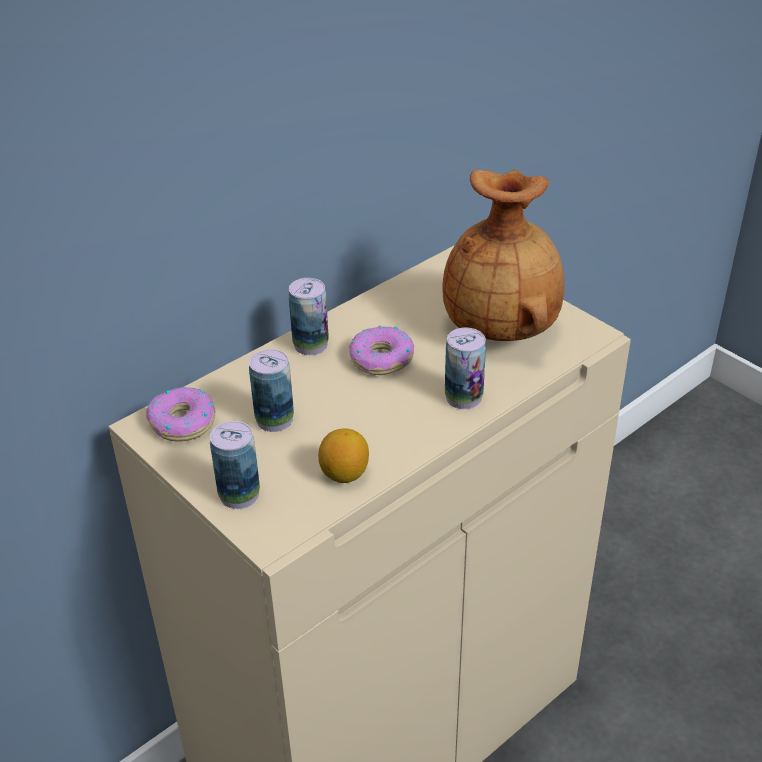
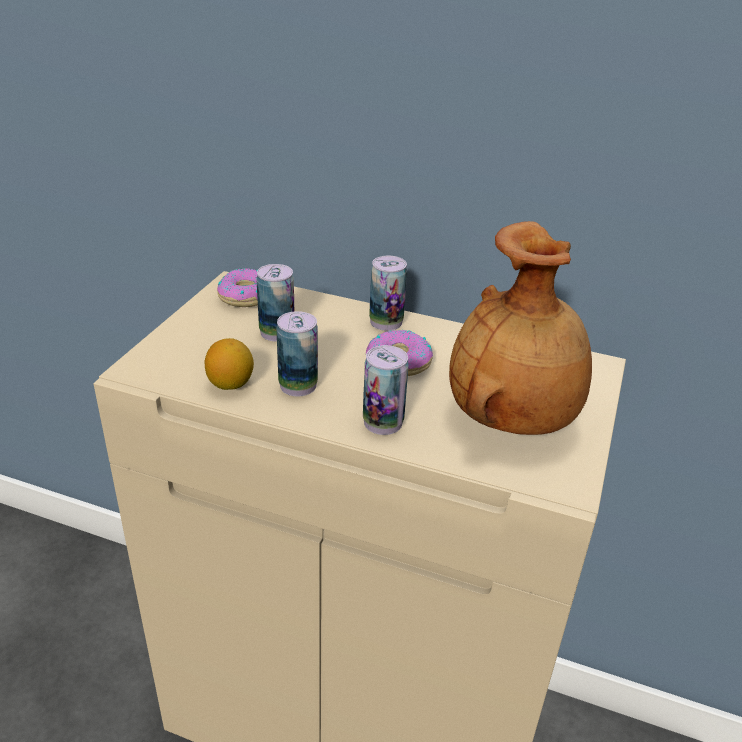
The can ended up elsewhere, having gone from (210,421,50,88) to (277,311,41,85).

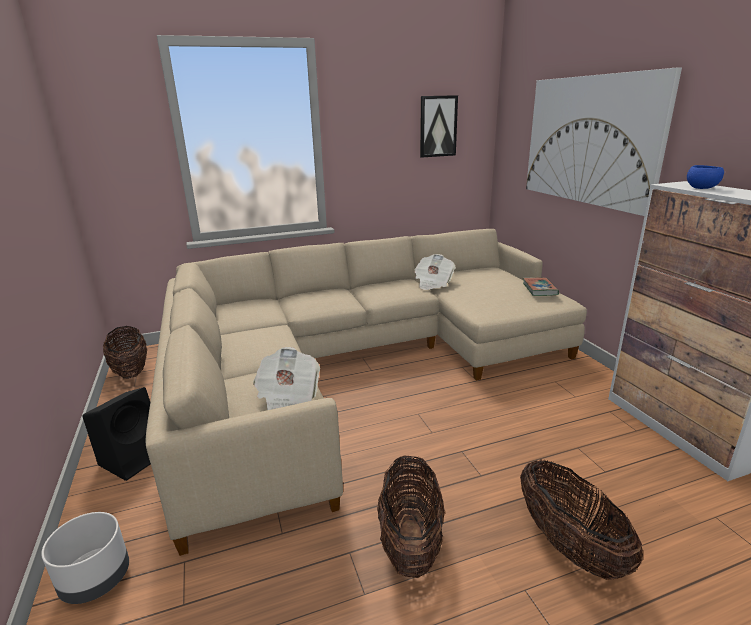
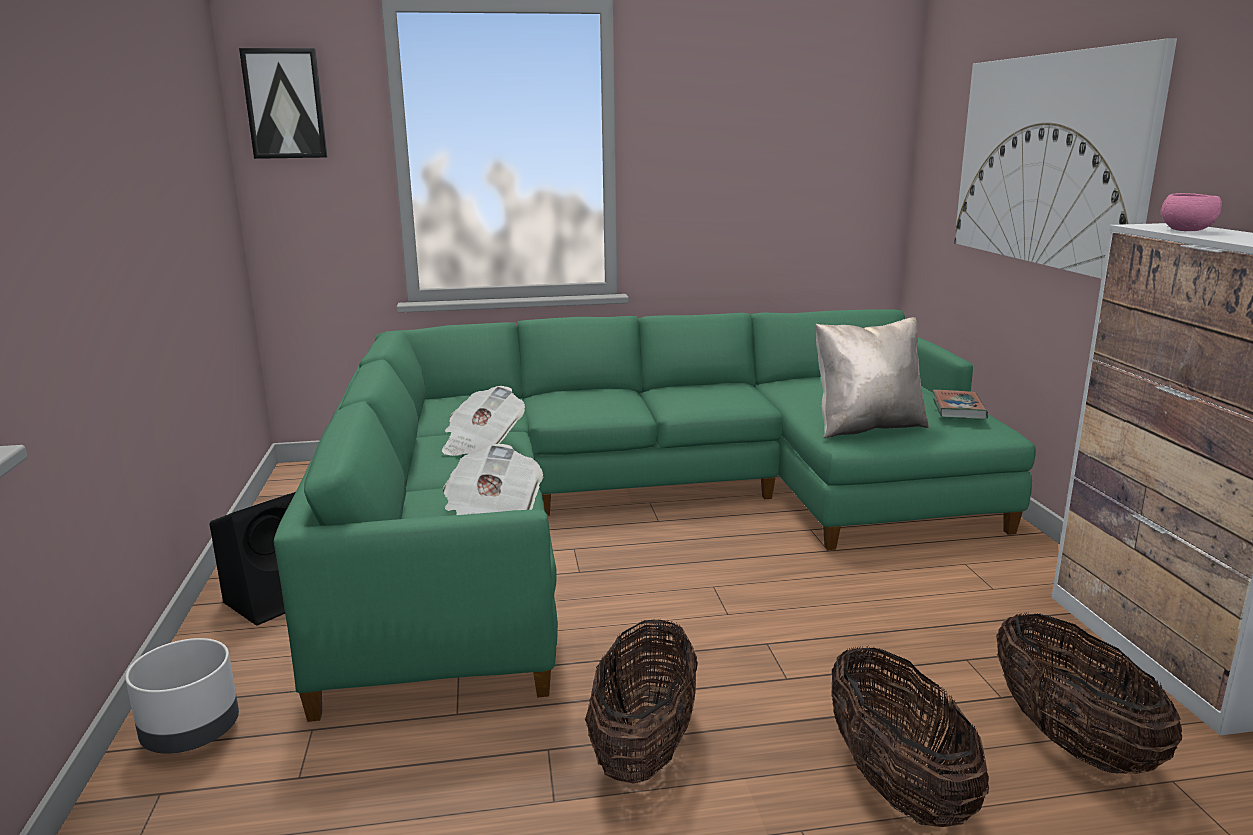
The picture ended up elsewhere, having gone from (420,95,38,63) to (239,48,88,111). What was the beige sofa at (146,229,441,327) turned into the green sofa at (274,309,762,413). The newspaper ended up elsewhere, having gone from (414,254,42,36) to (442,386,83,70). The second view gained the beige pillow at (816,317,113,121). The basket ended up elsewhere, having gone from (103,326,44,53) to (996,613,186,161). What was the blue bowl at (687,165,37,24) turned into the pink bowl at (1161,193,61,38).

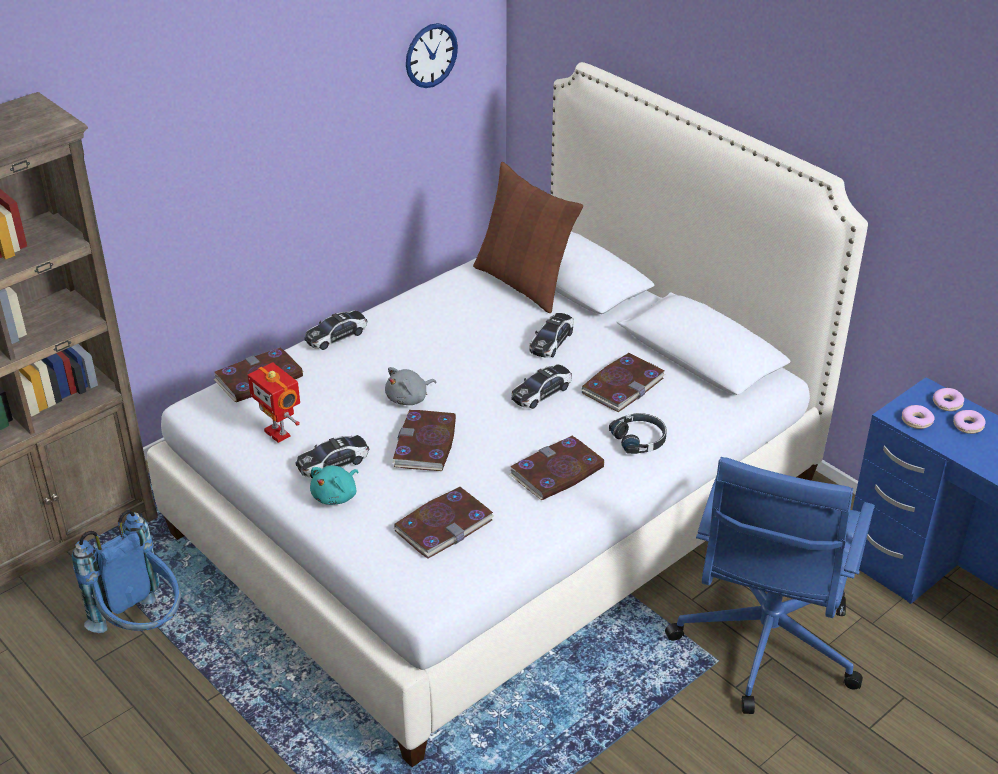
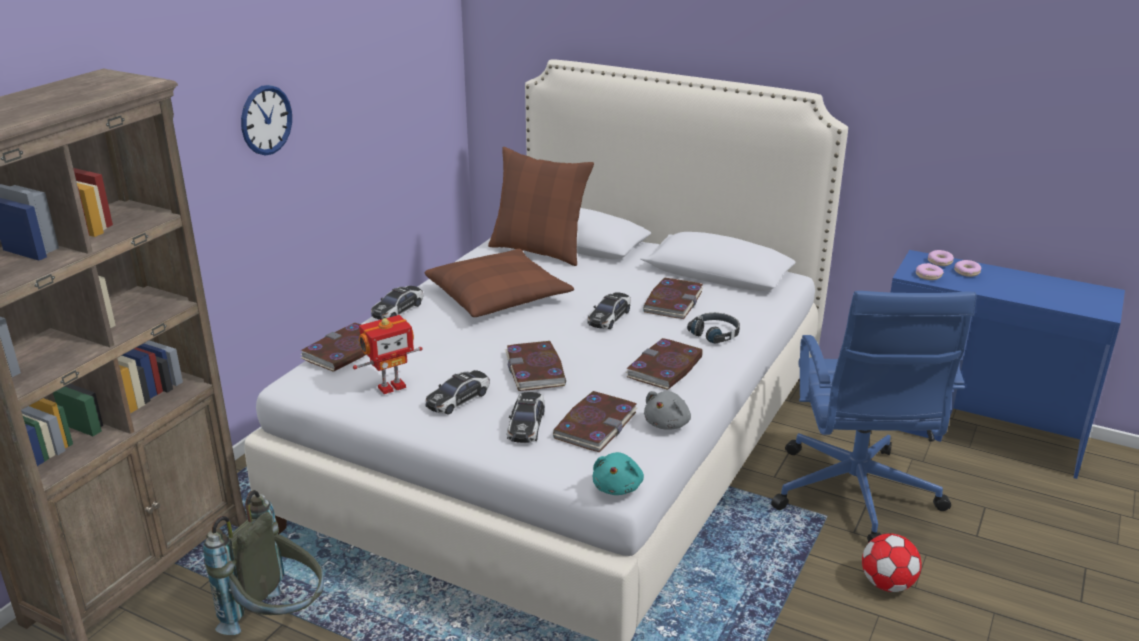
What was the blue backpack at (72,510,109,123) turned into the grey backpack at (203,490,121,145). The wall clock ended up elsewhere, having gone from (406,23,52,65) to (241,85,51,71). The toy robot at (248,362,52,81) ended up facing another way, 60 degrees counterclockwise from before. The second view gained the brown pillow at (424,249,150,68). The toy car ended up elsewhere, having gone from (529,313,45,45) to (507,392,38,51). The turquoise plush toy ended up elsewhere, having gone from (310,465,48,40) to (593,452,51,43). The grey plush toy ended up elsewhere, having gone from (385,367,51,38) to (644,391,47,39). The second view gained the football at (862,533,60,59).

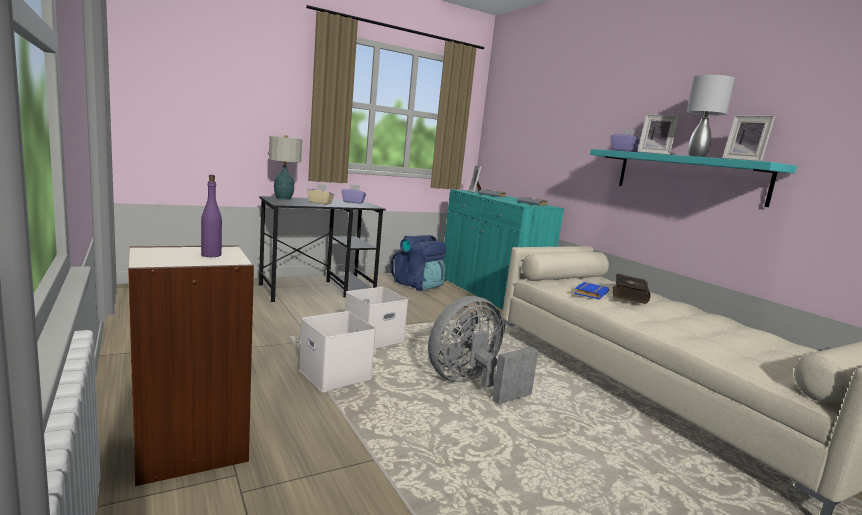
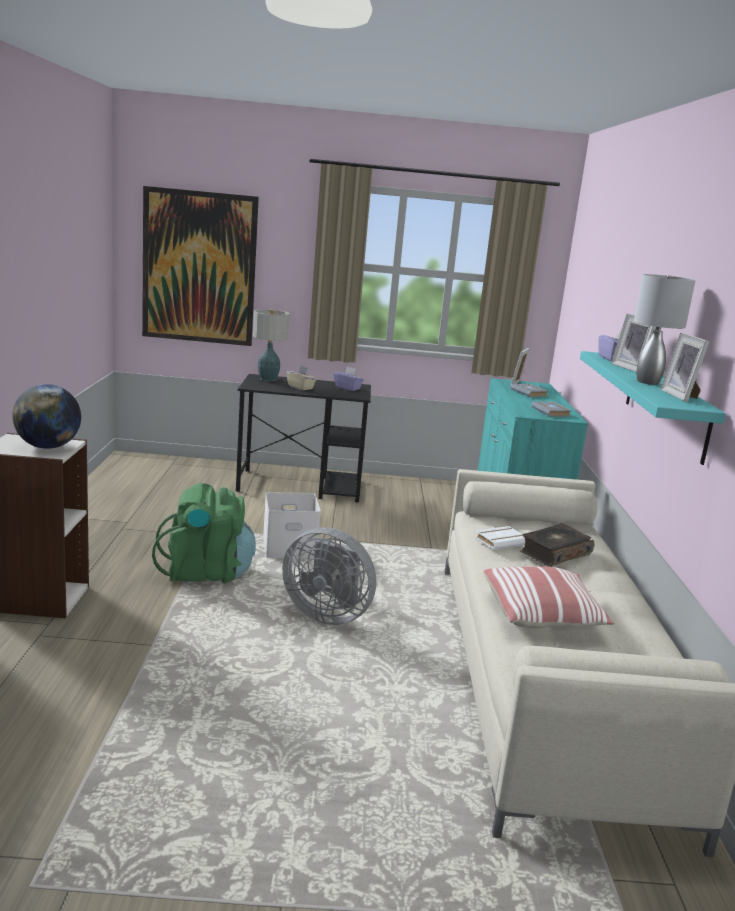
Where the purple bottle stood at (201,175,21,82), the globe came to stand at (12,384,69,65). The second view gained the picture at (142,186,117,160). Where the white storage box stood at (299,311,77,82), the green backpack came to stand at (152,483,104,100). The grey fan at (428,296,111,108) ended up facing another way, 150 degrees counterclockwise from before. What was the blue book at (574,282,35,17) turned into the white book at (475,526,50,24). The second view gained the pillow at (483,567,132,61). The second view lost the blue backpack at (390,235,56,56).

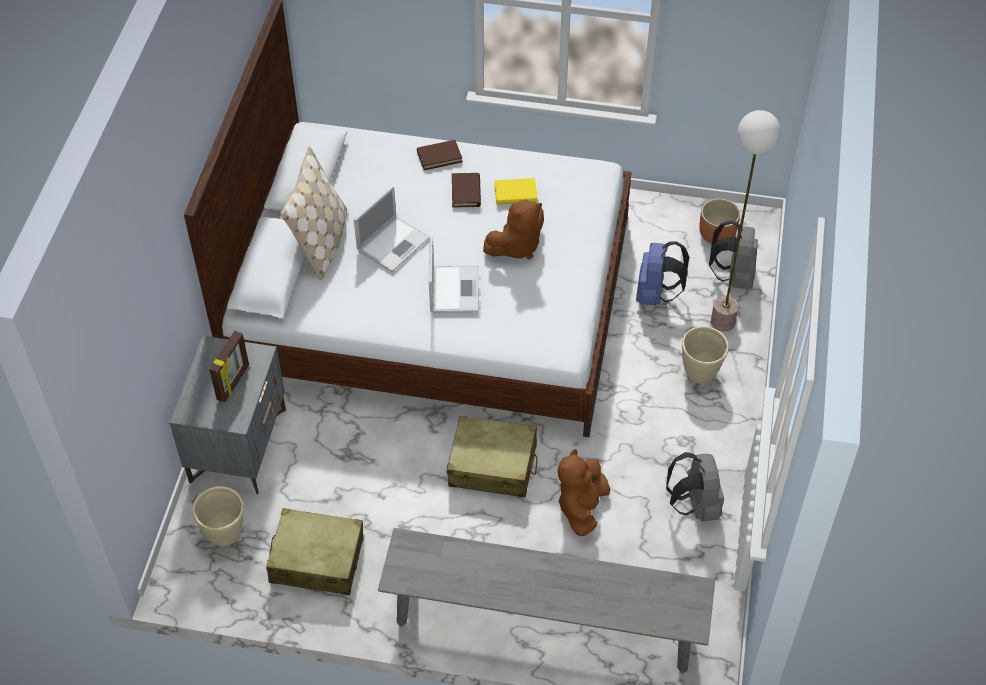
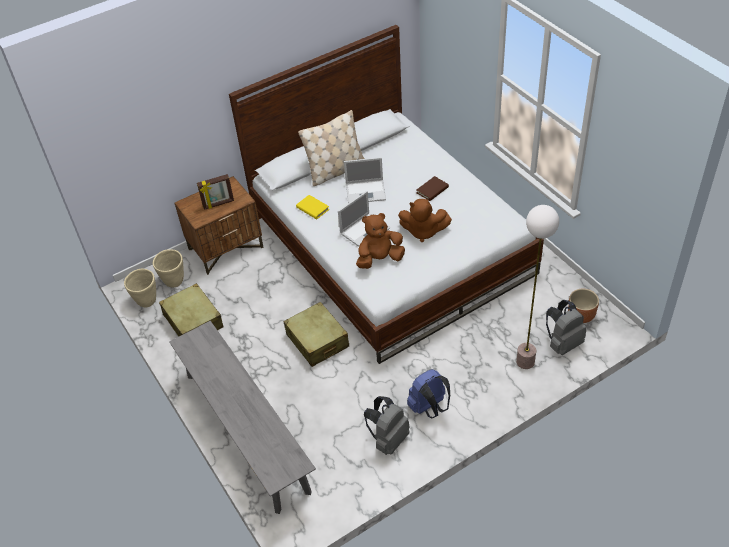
The beige planter ended up elsewhere, having gone from (682,326,47,58) to (124,269,32,39). What was the grey nightstand at (169,336,117,158) turned into the brown nightstand at (174,176,89,99). The yellow book ended up elsewhere, having gone from (494,178,44,27) to (296,195,33,25). The brown plush toy ended up elsewhere, having gone from (558,449,52,87) to (356,213,49,56). The blue backpack ended up elsewhere, having gone from (636,241,53,64) to (407,369,43,49). The second view lost the brown book at (417,140,46,30).

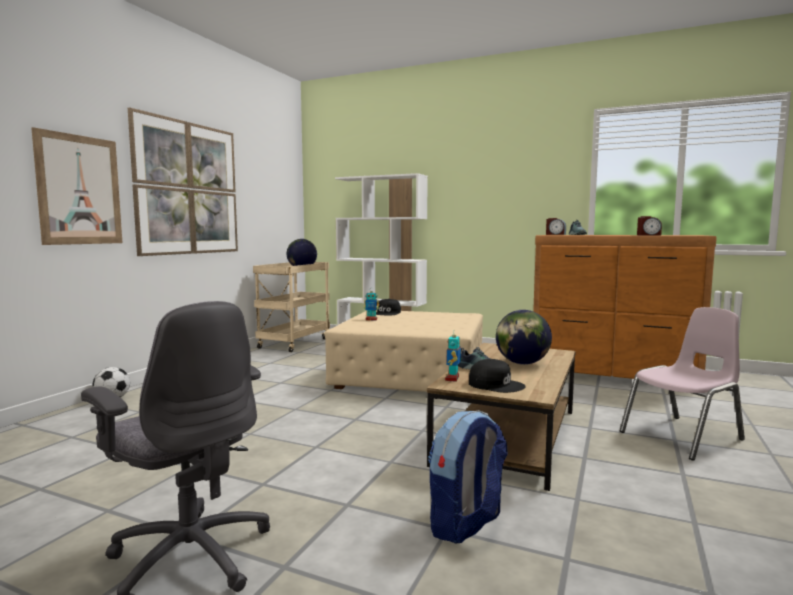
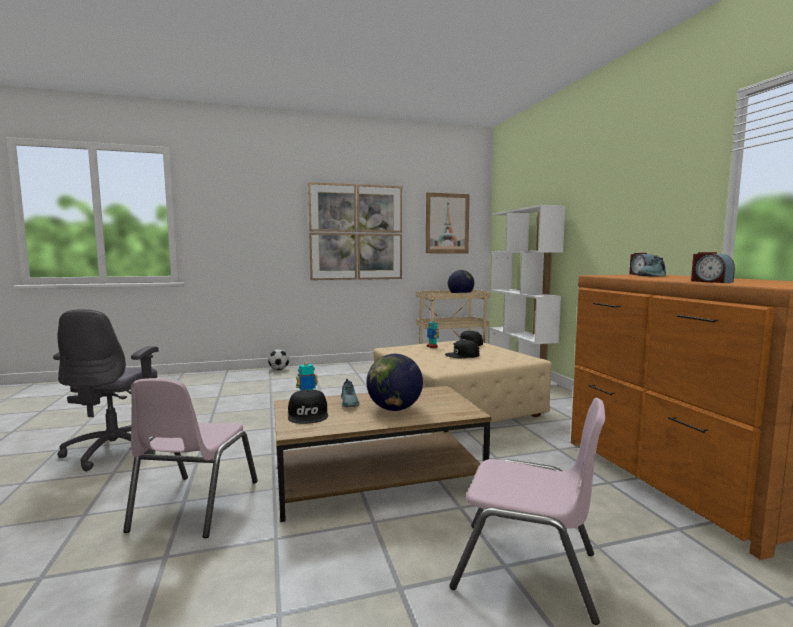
Where the backpack stood at (428,410,80,133), the pink chair came to stand at (123,378,135,160). The picture ended up elsewhere, having gone from (31,127,91,118) to (426,193,44,60). The second view gained the black cap at (445,340,34,18).

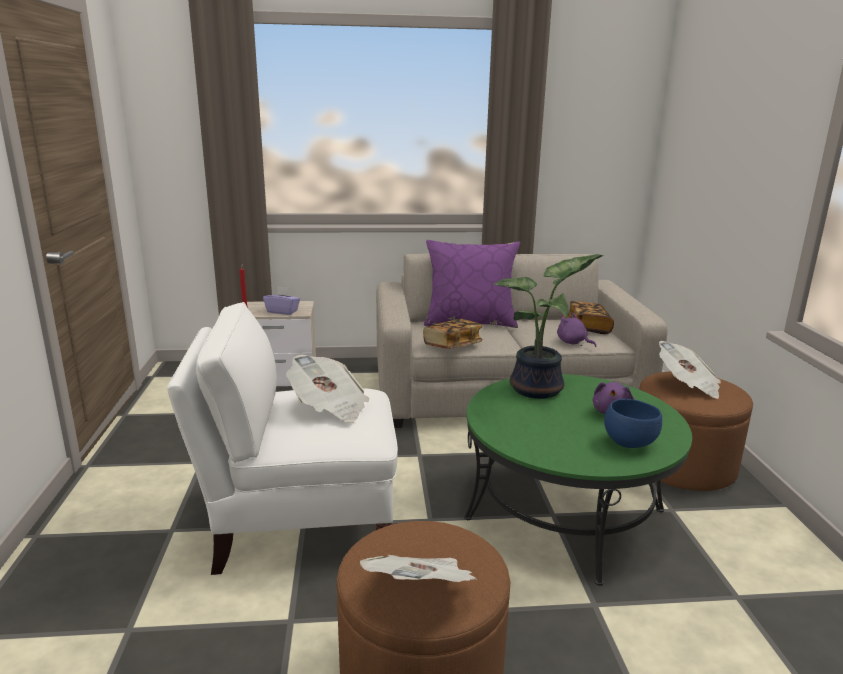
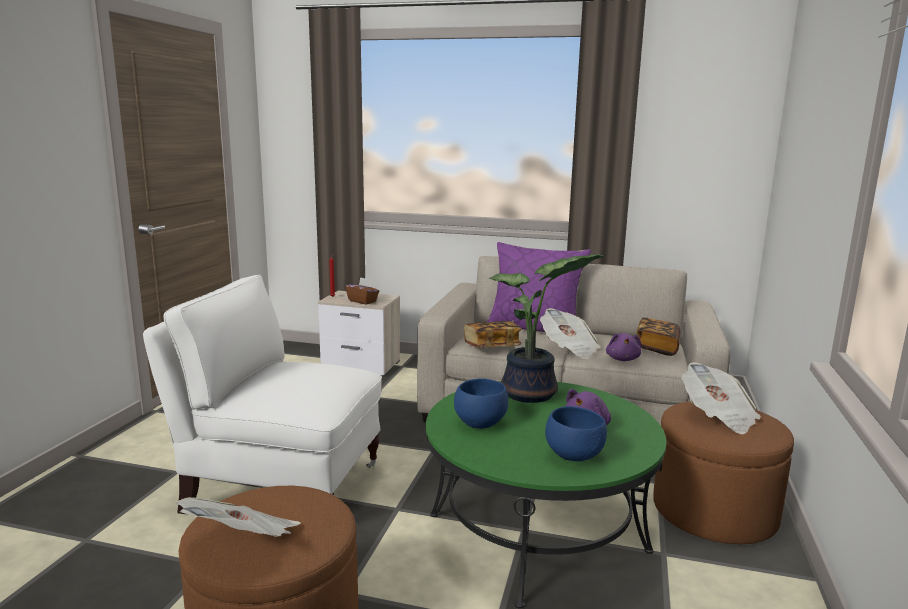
What was the purple tissue box at (263,286,37,29) turned into the brown tissue box at (345,277,34,28). The second view gained the blue bowl at (454,379,54,50). The newspaper ended up elsewhere, having gone from (286,354,83,69) to (540,308,61,51). The purple plush toy at (557,313,39,34) ended up facing another way, 150 degrees counterclockwise from before.

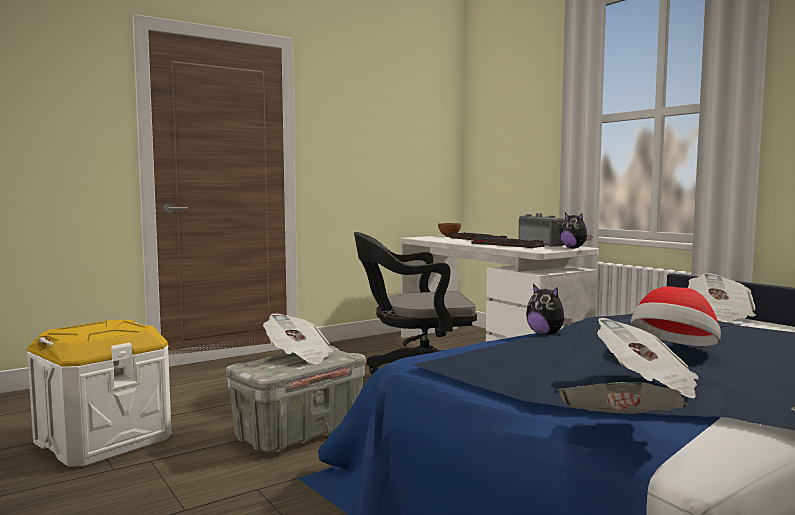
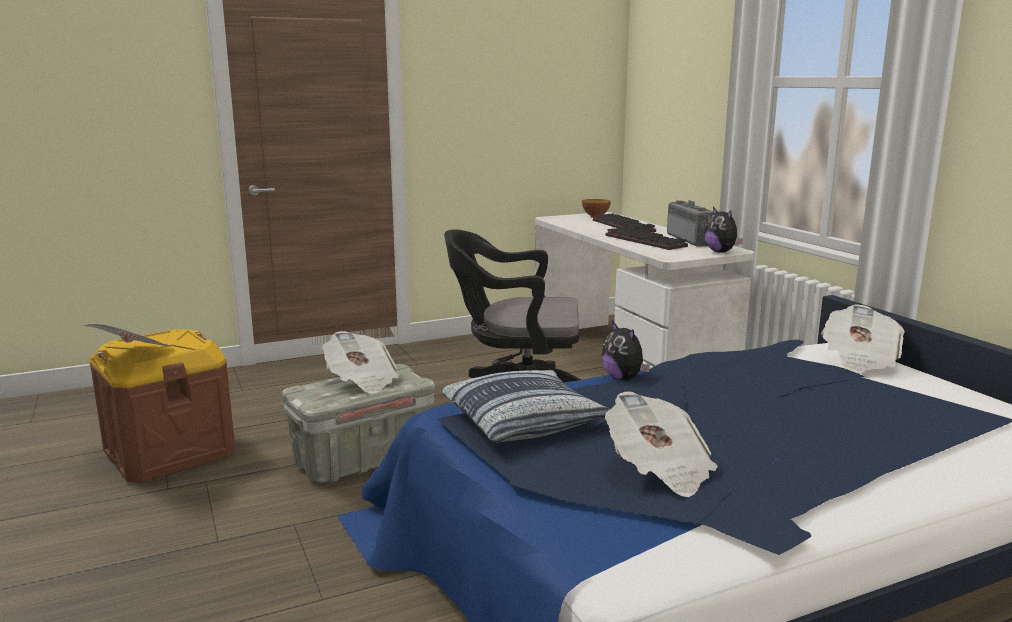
The newspaper ended up elsewhere, having gone from (557,382,130,32) to (83,324,91,22). What was the white storage box at (27,320,145,147) turned into the brown storage box at (90,329,145,154). The second view gained the pillow at (441,370,169,73). The second view lost the hat at (631,287,90,60).

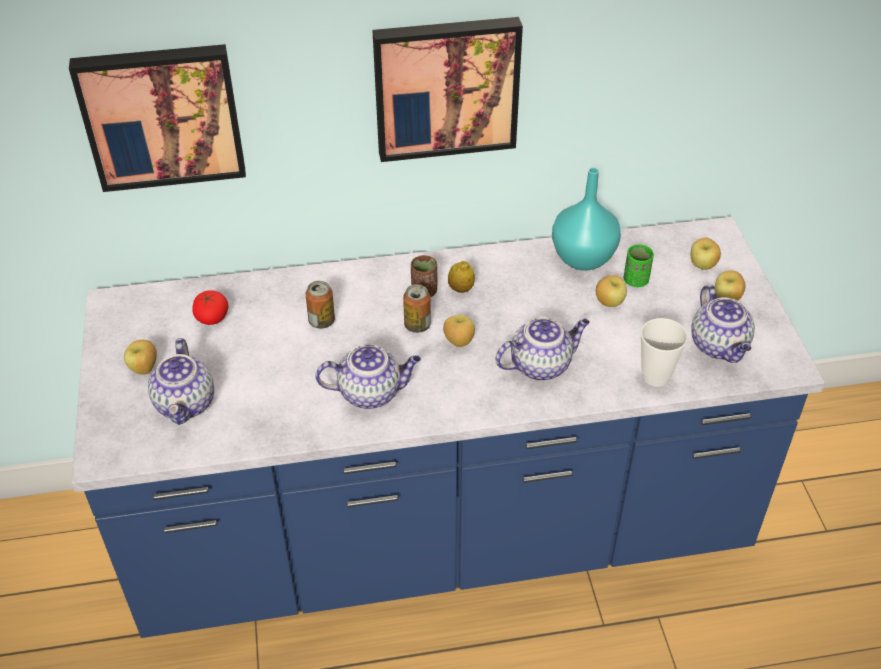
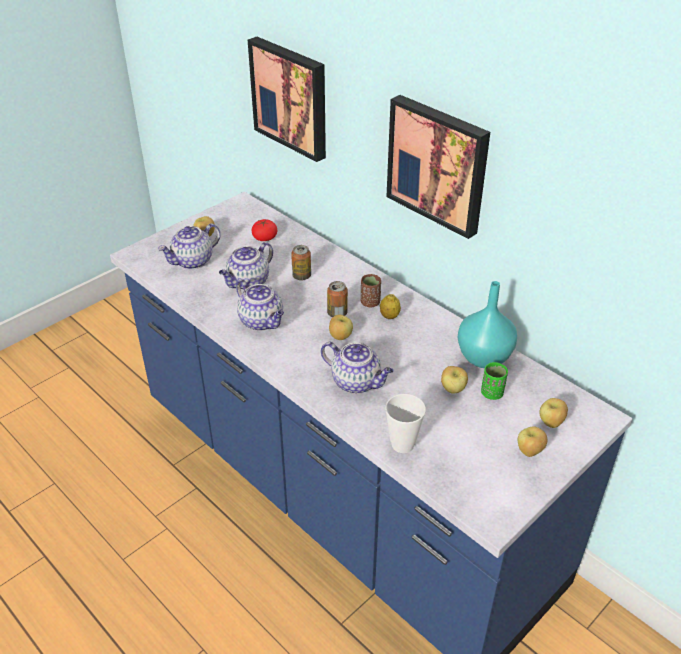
The teapot ended up elsewhere, having gone from (691,285,64,78) to (219,242,54,48).

